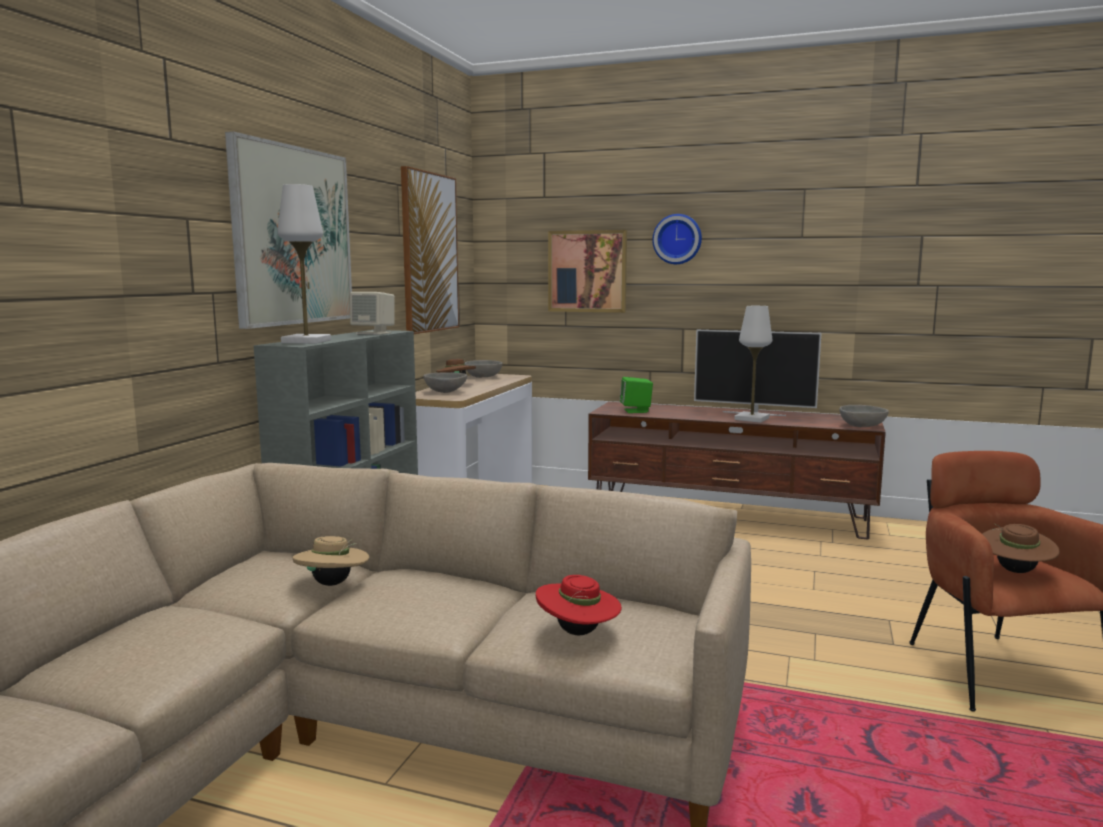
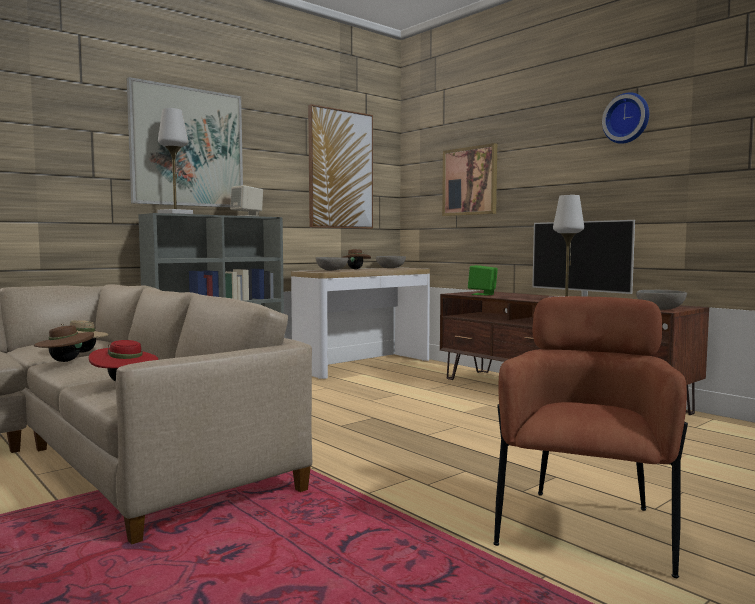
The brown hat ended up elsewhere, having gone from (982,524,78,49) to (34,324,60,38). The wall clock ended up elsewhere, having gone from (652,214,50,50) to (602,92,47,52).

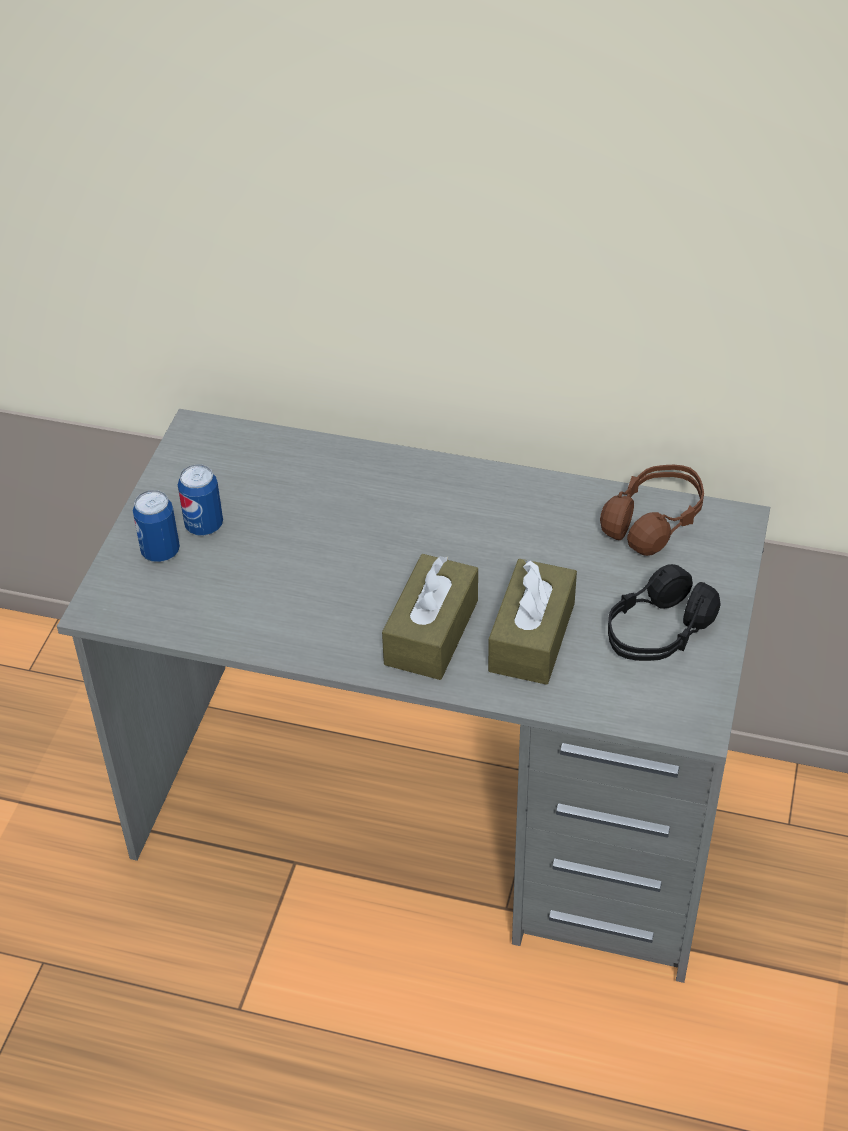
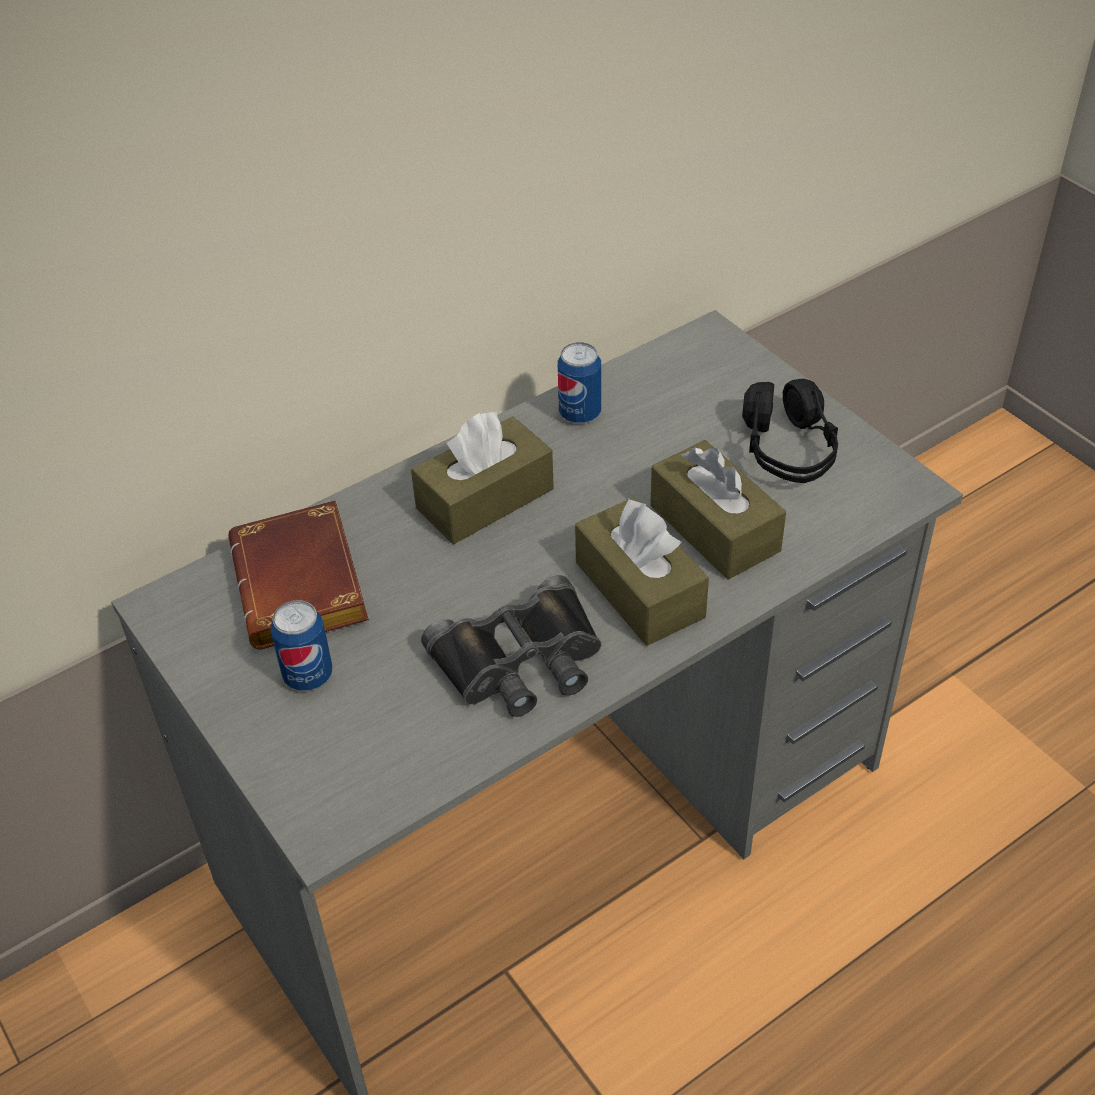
The second view gained the brown book at (228,500,141,149). The second view gained the brown tissue box at (411,412,143,132). The second view gained the black binoculars at (421,575,181,142). The can ended up elsewhere, having gone from (133,490,47,72) to (558,342,43,82). The second view lost the brown headphones at (600,465,104,91).

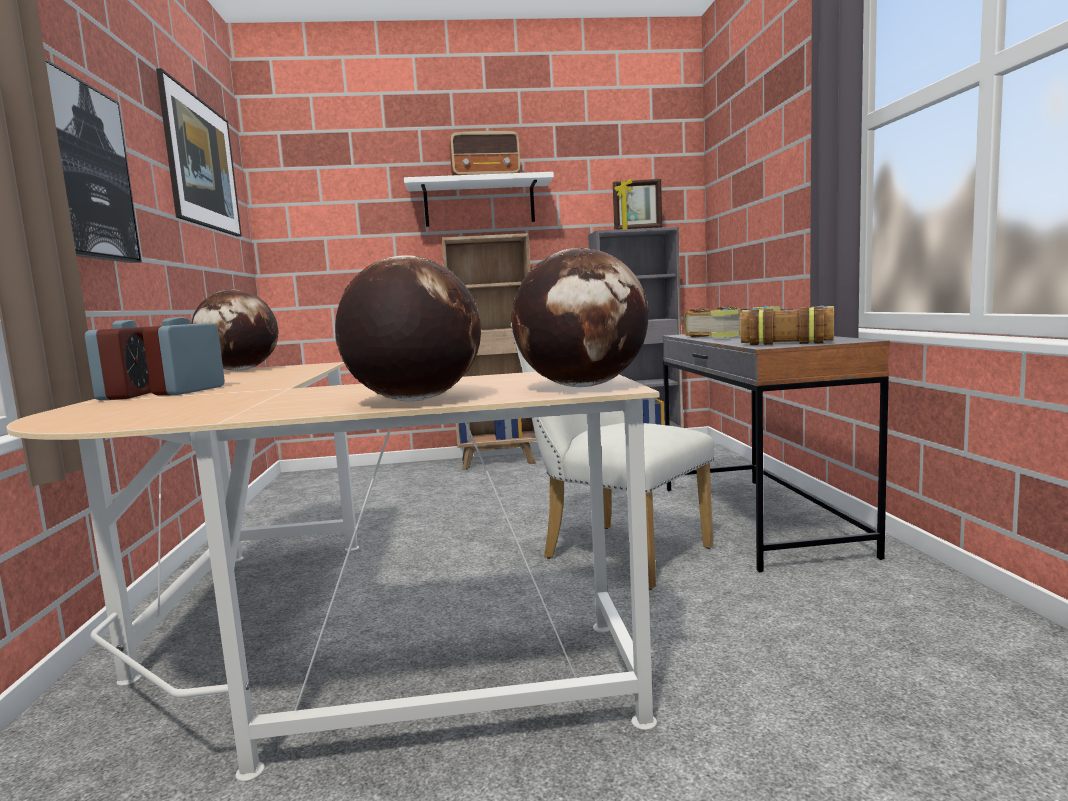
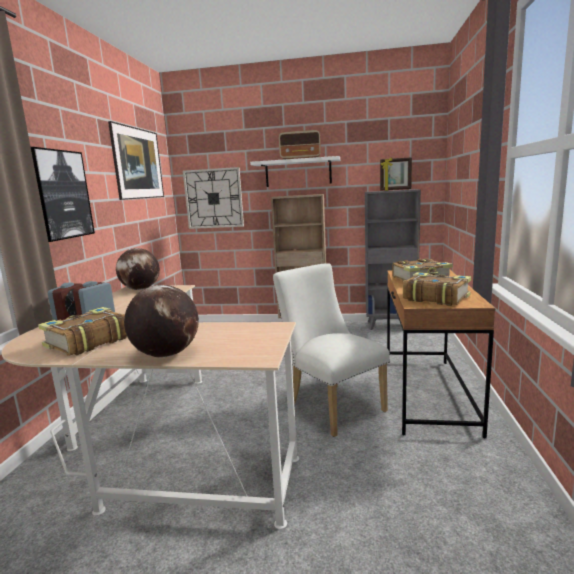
The second view gained the book at (38,307,89,49). The second view gained the wall clock at (183,167,61,62). What was the grey desk at (662,334,228,239) turned into the brown desk at (387,270,108,168). The second view lost the globe at (512,248,137,139).

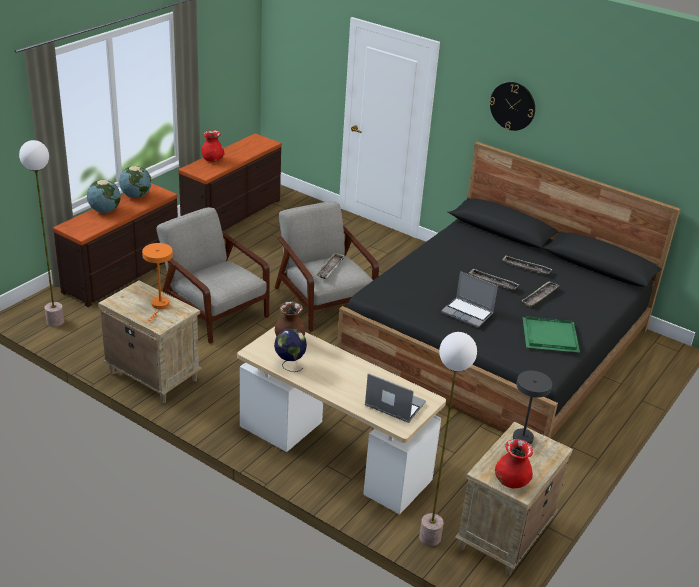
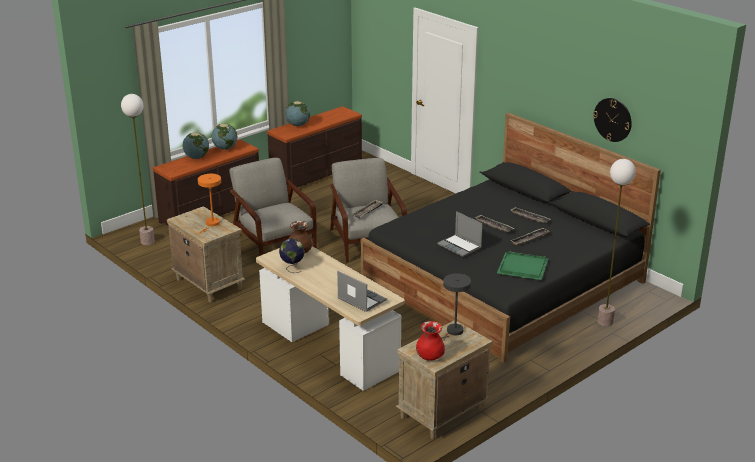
Where the red vase stood at (201,130,24,32), the globe came to stand at (285,101,25,25). The wall clock ended up elsewhere, having gone from (490,82,45,49) to (593,98,39,44). The floor lamp ended up elsewhere, having gone from (419,332,58,214) to (597,159,39,168).

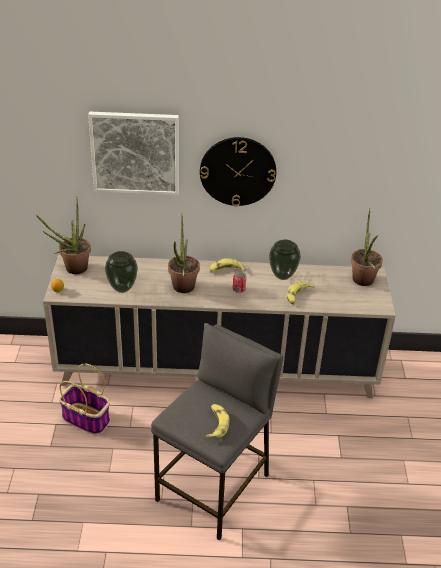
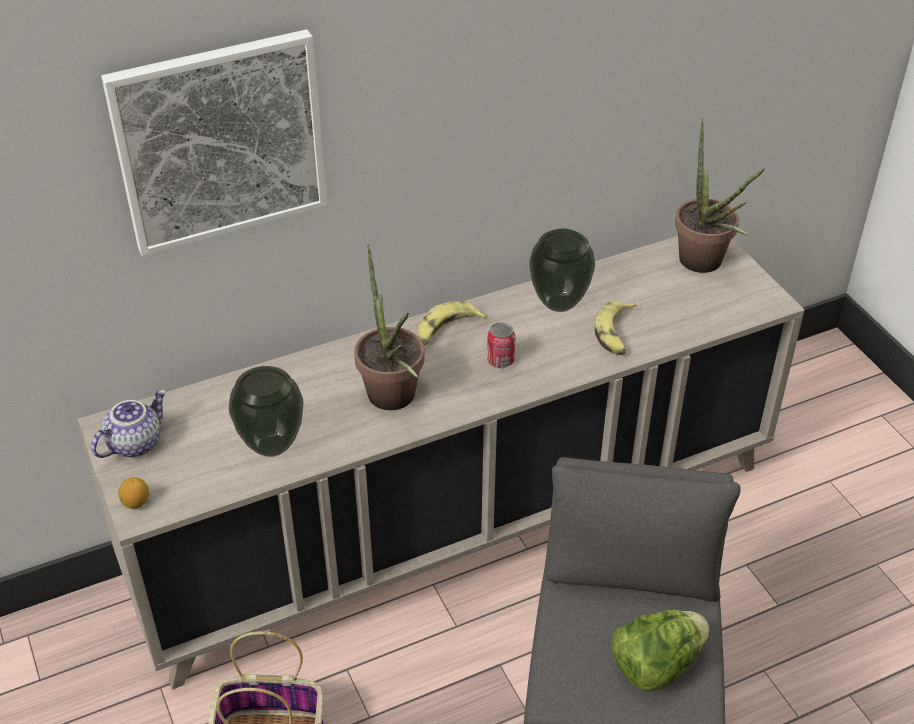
Where the potted plant stood at (36,196,55,78), the teapot came to stand at (91,389,75,69). Where the banana stood at (206,404,24,34), the lettuce came to stand at (611,610,98,81). The second view lost the wall clock at (200,137,76,70).

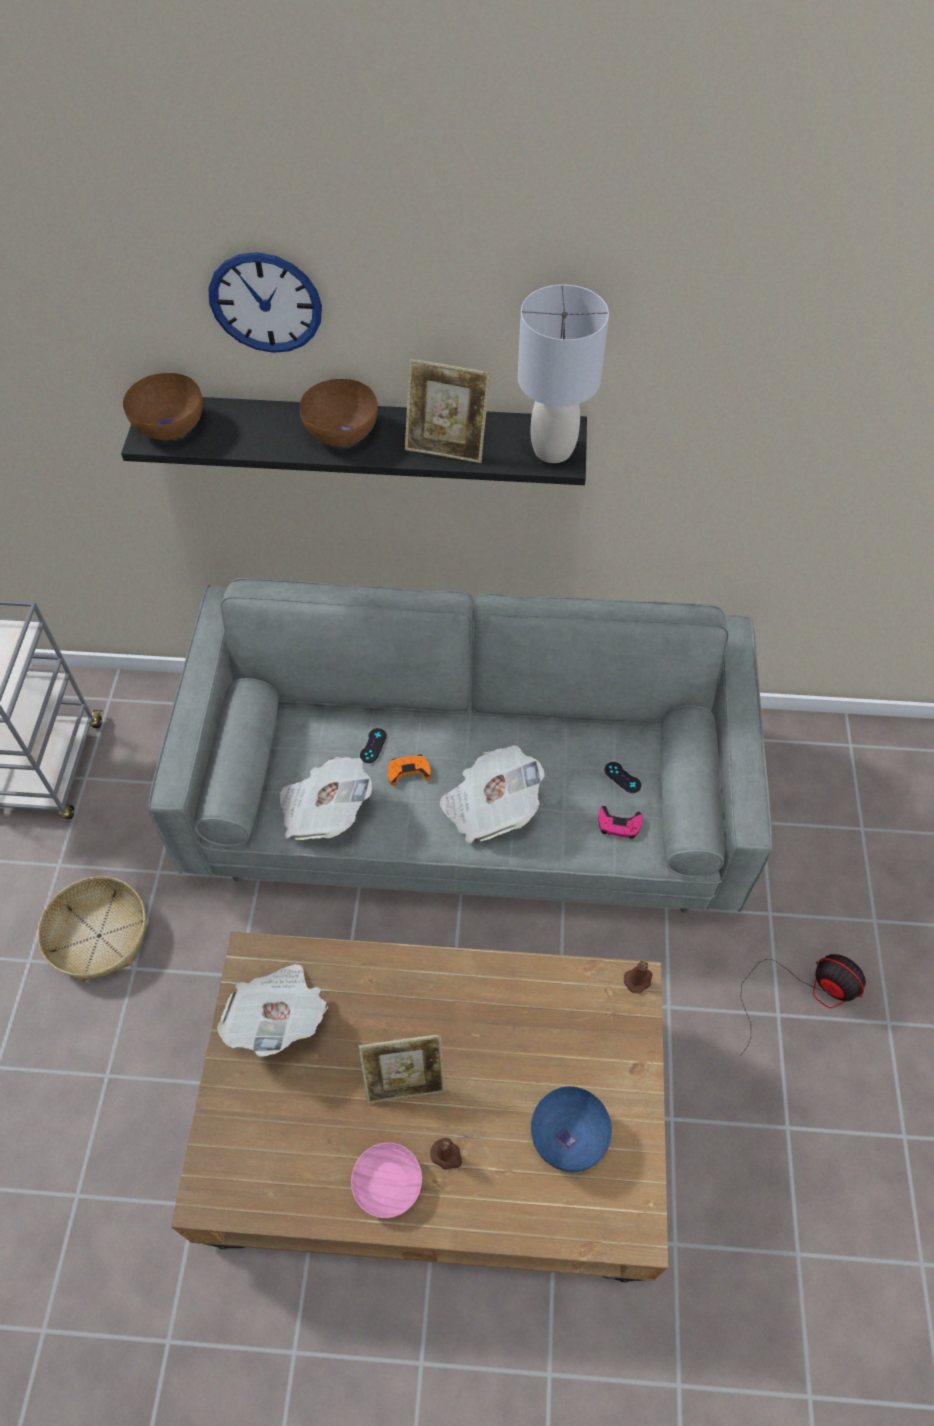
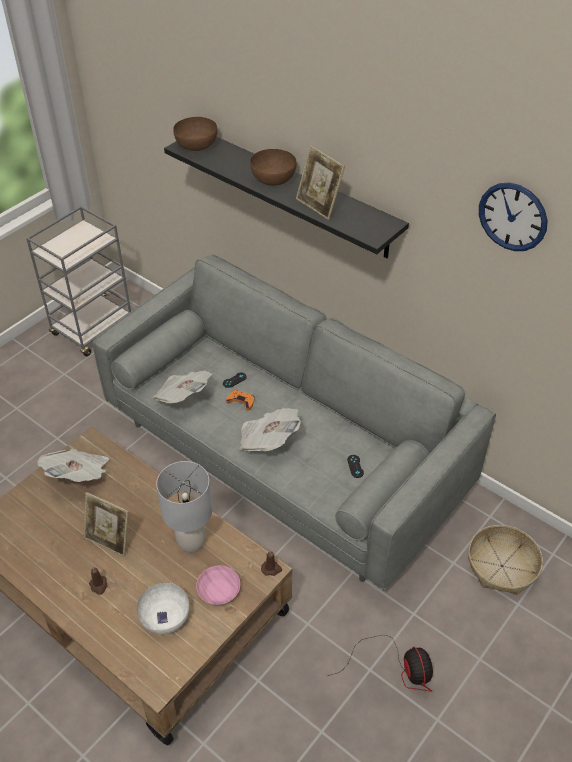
What was the blue bowl at (531,1086,81,86) turned into the white bowl at (137,583,53,51). The grey table lamp ended up elsewhere, having gone from (518,284,91,179) to (156,461,56,92). The pink bowl ended up elsewhere, having gone from (351,1143,71,75) to (196,565,44,40). The basket ended up elsewhere, having gone from (37,876,110,106) to (468,525,75,70). The wall clock ended up elsewhere, having gone from (208,252,114,101) to (479,182,69,69). The second view lost the pink game controller at (598,806,45,33).

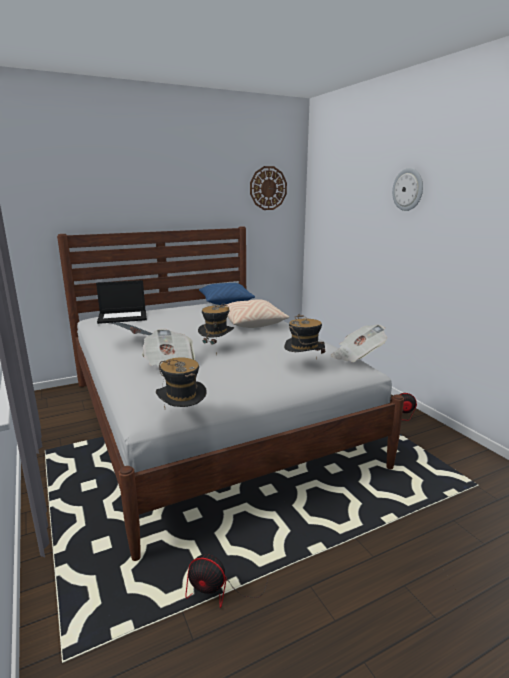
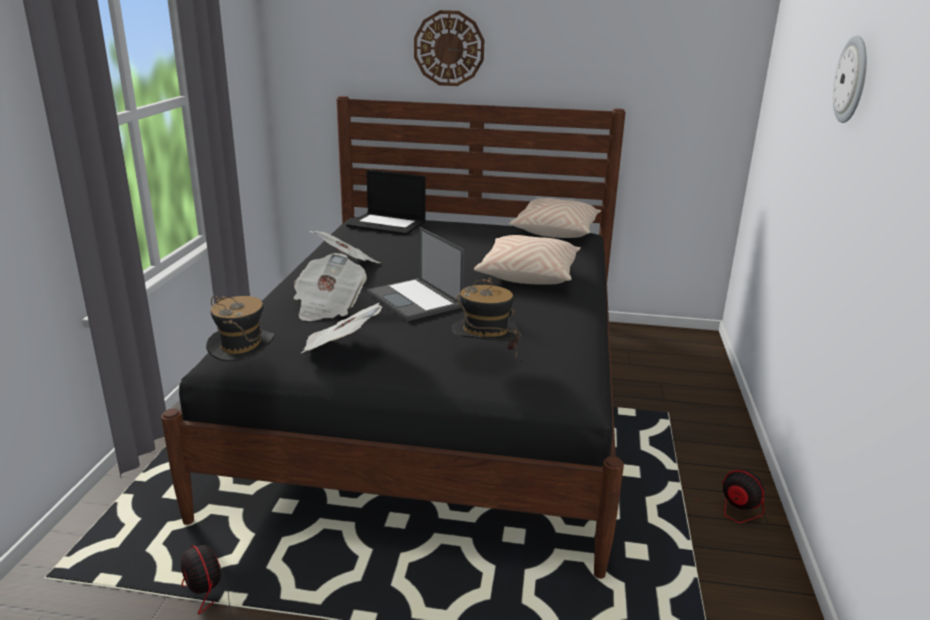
What was the white bed at (57,226,347,335) turned into the black bed at (161,96,465,483). The newspaper ended up elsewhere, having gone from (331,325,56,37) to (301,303,81,50). Where the hat stood at (198,304,36,51), the laptop came to stand at (367,227,97,94). The wall clock ended up elsewhere, having gone from (250,166,37,44) to (414,10,70,76). What was the blue pillow at (199,283,56,22) turned into the beige pillow at (509,198,92,40).

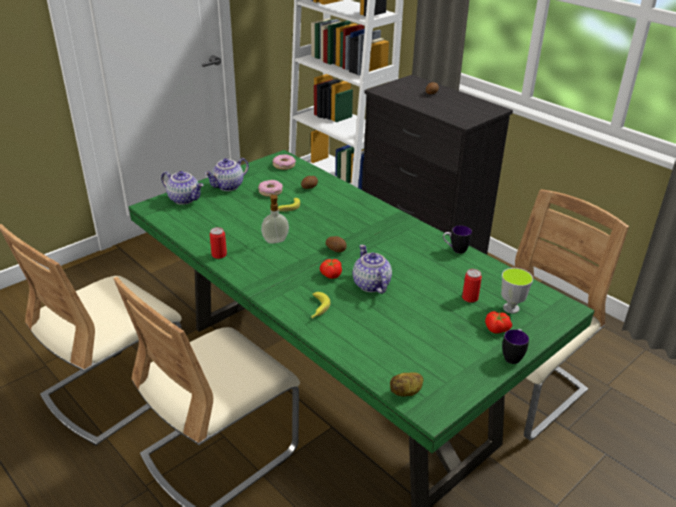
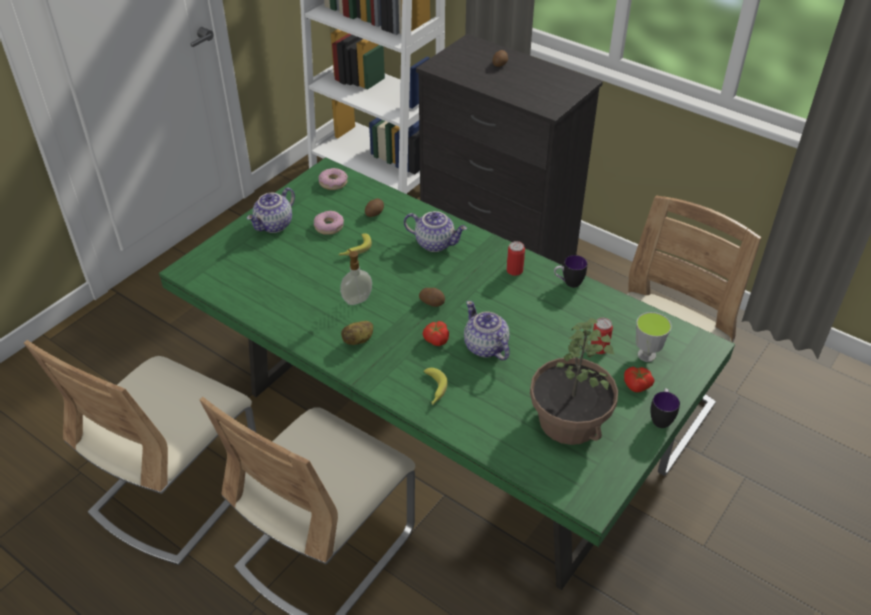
The potato ended up elsewhere, having gone from (390,373,33,24) to (341,321,32,24). The teapot ended up elsewhere, having gone from (161,171,42,34) to (404,211,63,41). The can ended up elsewhere, having gone from (210,227,17,32) to (506,241,19,35). The second view gained the potted plant at (530,317,88,128).

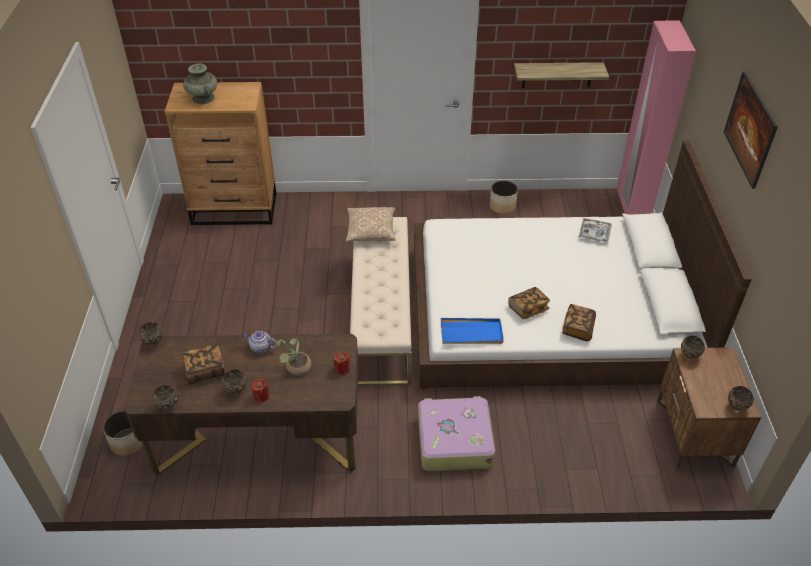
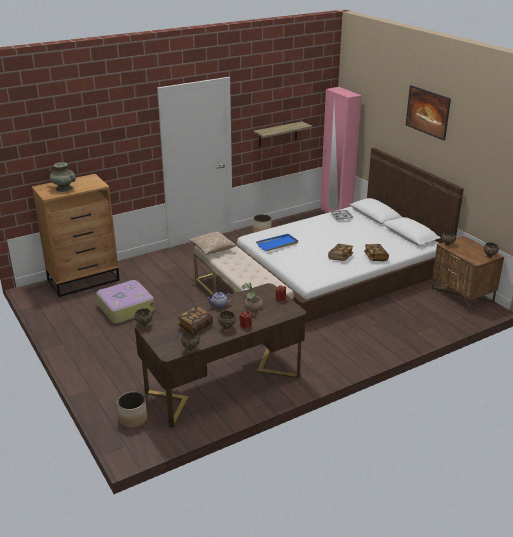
The suitcase ended up elsewhere, having gone from (418,396,77,75) to (96,280,59,44). The blue tray ended up elsewhere, having gone from (441,318,63,26) to (256,234,42,17).

